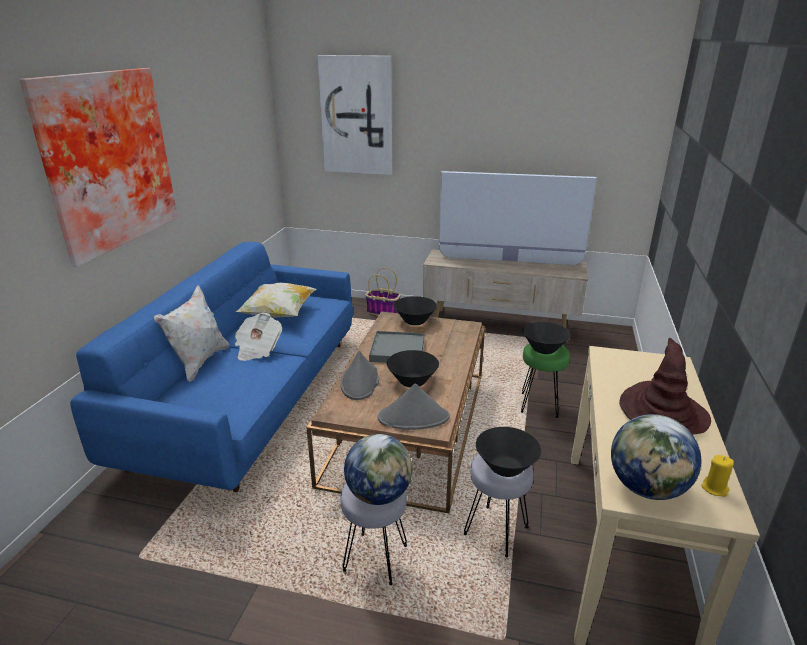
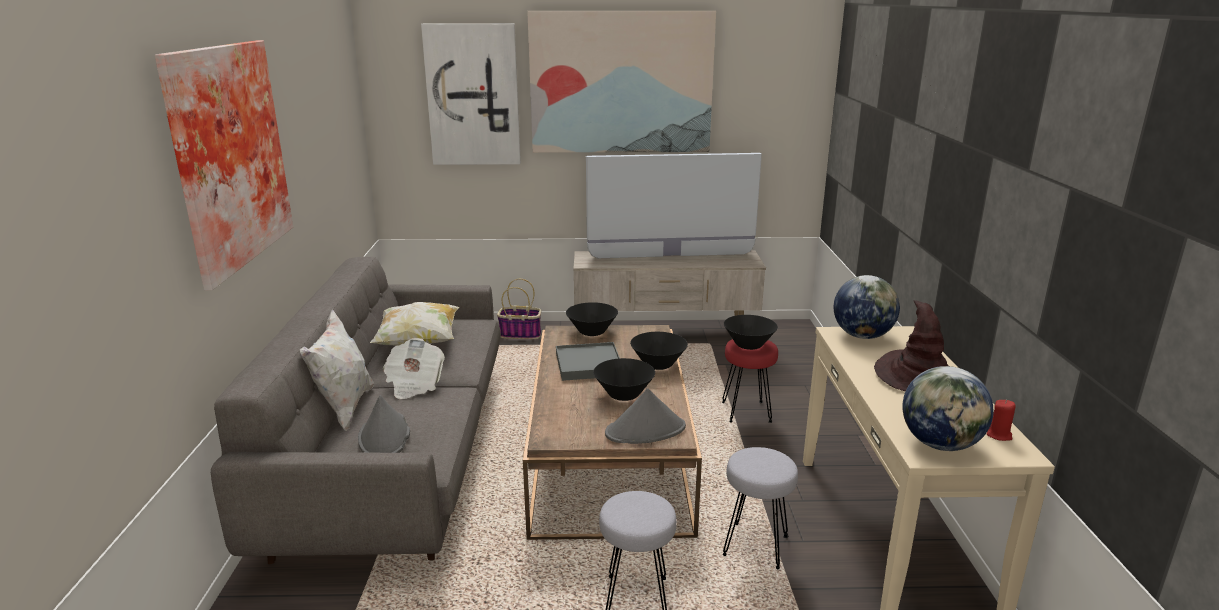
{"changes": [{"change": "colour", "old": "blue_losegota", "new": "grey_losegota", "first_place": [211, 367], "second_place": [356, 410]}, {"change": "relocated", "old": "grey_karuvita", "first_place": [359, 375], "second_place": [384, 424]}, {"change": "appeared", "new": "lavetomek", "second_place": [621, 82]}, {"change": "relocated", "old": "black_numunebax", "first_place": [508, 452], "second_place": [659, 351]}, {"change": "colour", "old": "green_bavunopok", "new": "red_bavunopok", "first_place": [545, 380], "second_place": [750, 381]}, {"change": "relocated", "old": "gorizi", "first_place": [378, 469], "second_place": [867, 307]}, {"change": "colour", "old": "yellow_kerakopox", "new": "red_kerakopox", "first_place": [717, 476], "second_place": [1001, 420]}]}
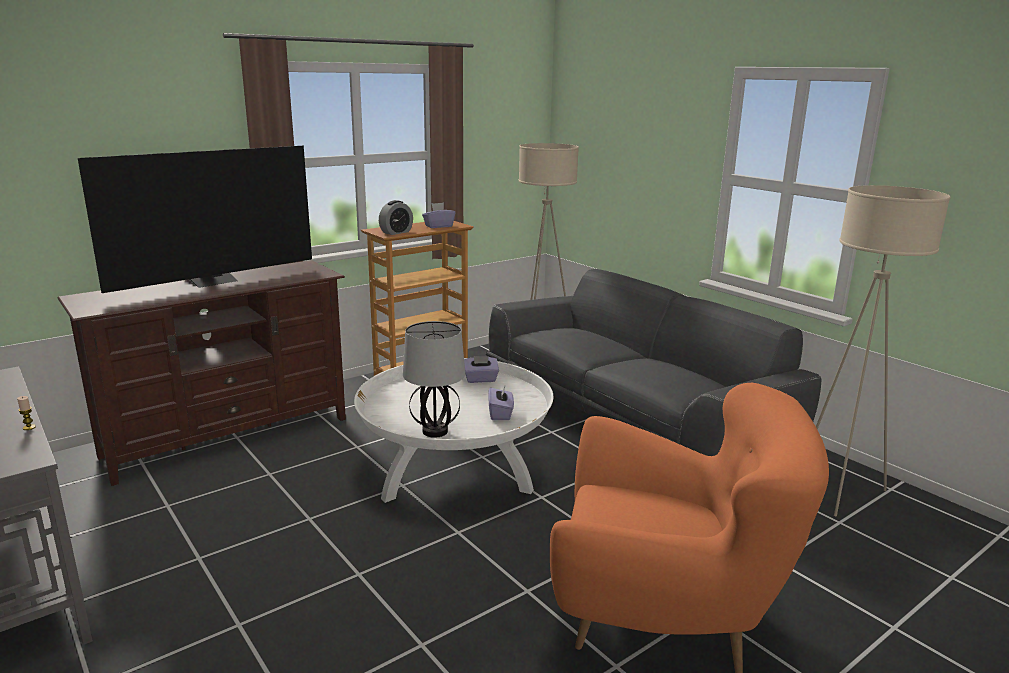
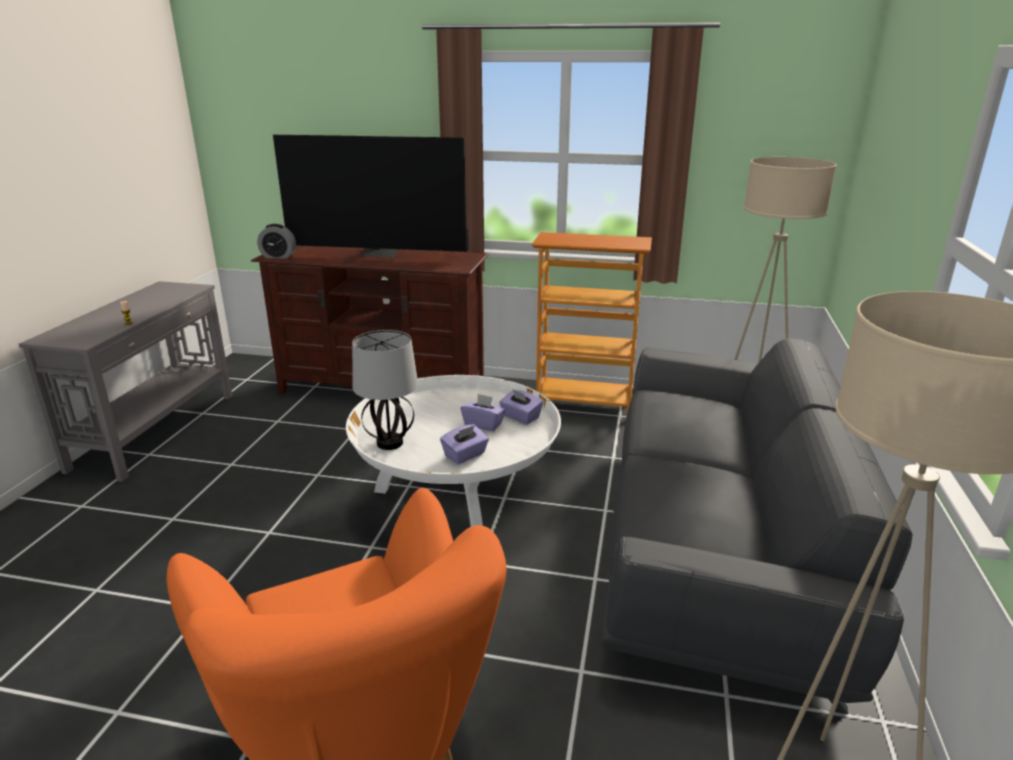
{"changes": [{"change": "relocated", "old": "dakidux", "first_place": [396, 217], "second_place": [276, 241]}, {"change": "relocated", "old": "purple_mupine", "first_place": [439, 215], "second_place": [483, 412]}]}
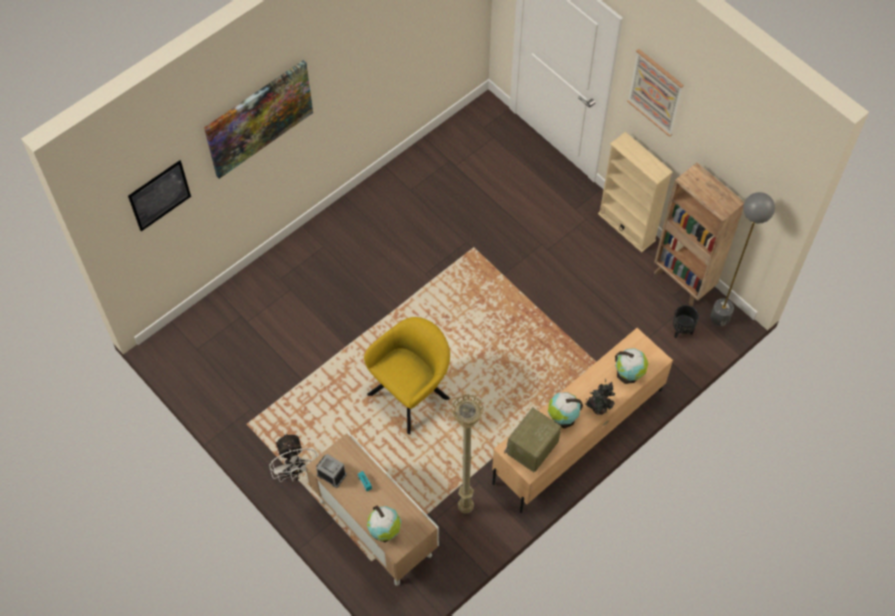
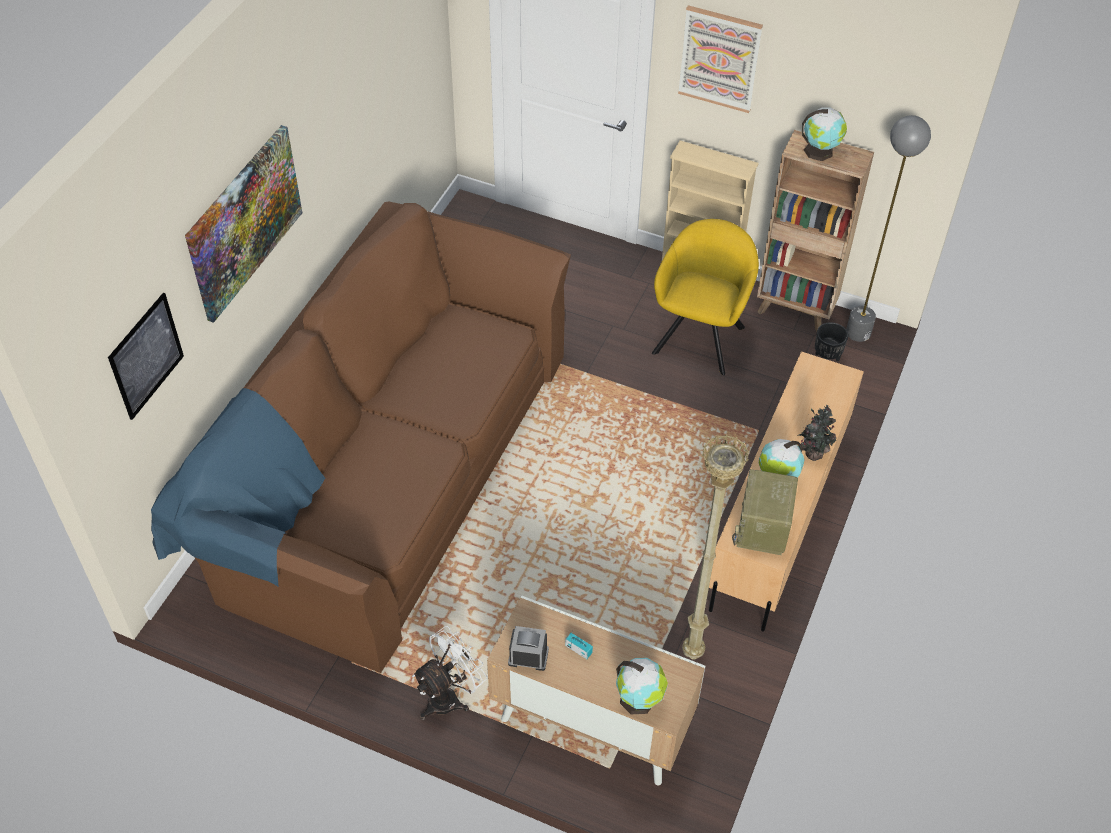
{"changes": [{"change": "appeared", "new": "brown_losegota", "second_place": [361, 437]}, {"change": "spun", "old": "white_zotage", "first_place": [293, 457], "second_place": [449, 673], "degrees": -90}, {"change": "relocated", "old": "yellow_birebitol", "first_place": [407, 375], "second_place": [705, 297]}, {"change": "relocated", "old": "gorizi", "first_place": [631, 366], "second_place": [824, 134]}]}
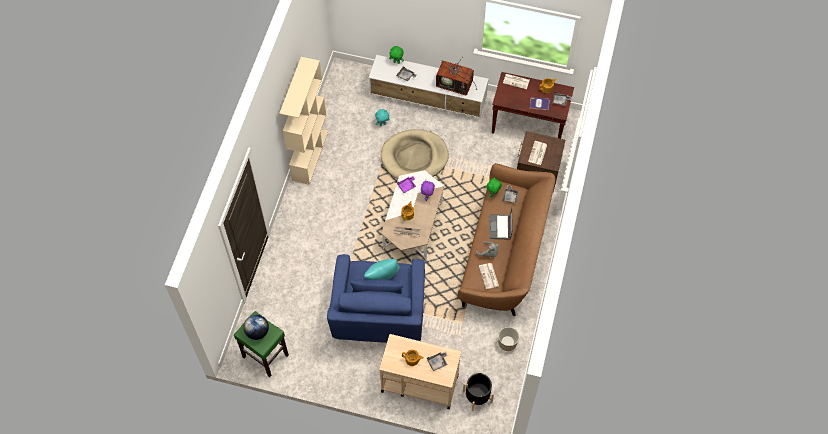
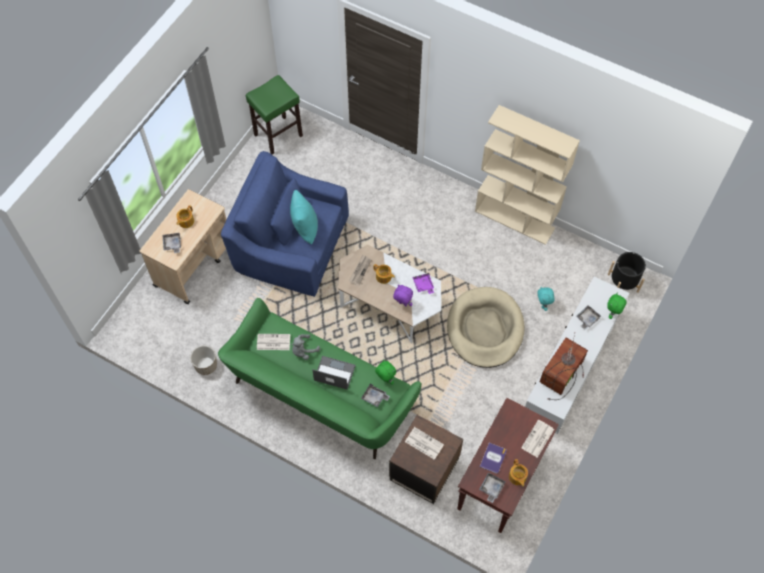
{"changes": [{"change": "colour", "old": "brown_losegota", "new": "green_losegota", "first_place": [506, 239], "second_place": [320, 378]}, {"change": "relocated", "old": "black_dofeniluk", "first_place": [478, 392], "second_place": [627, 272]}, {"change": "missing", "old": "gorizi", "first_place": [256, 327]}]}
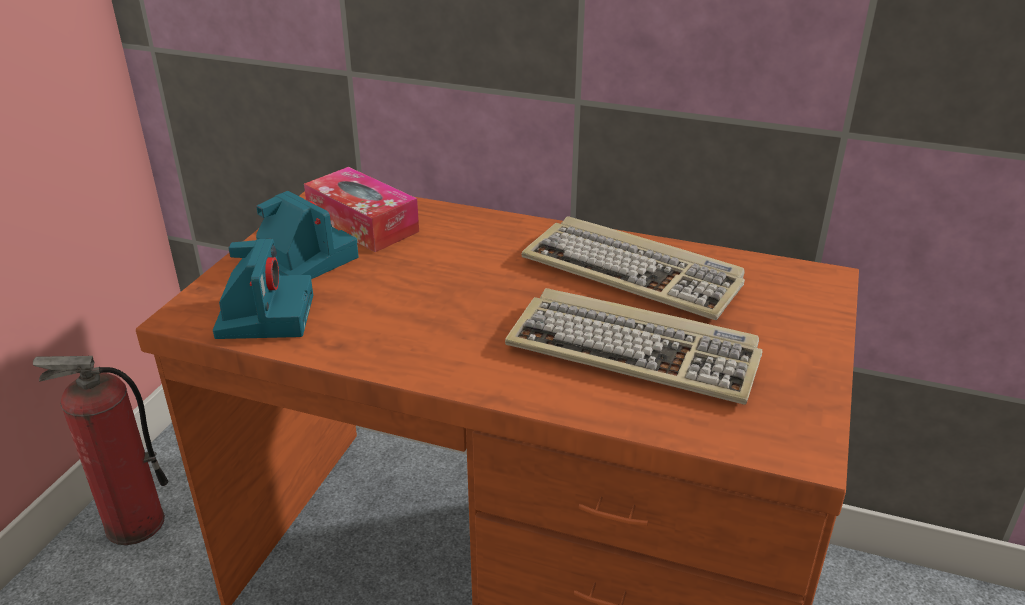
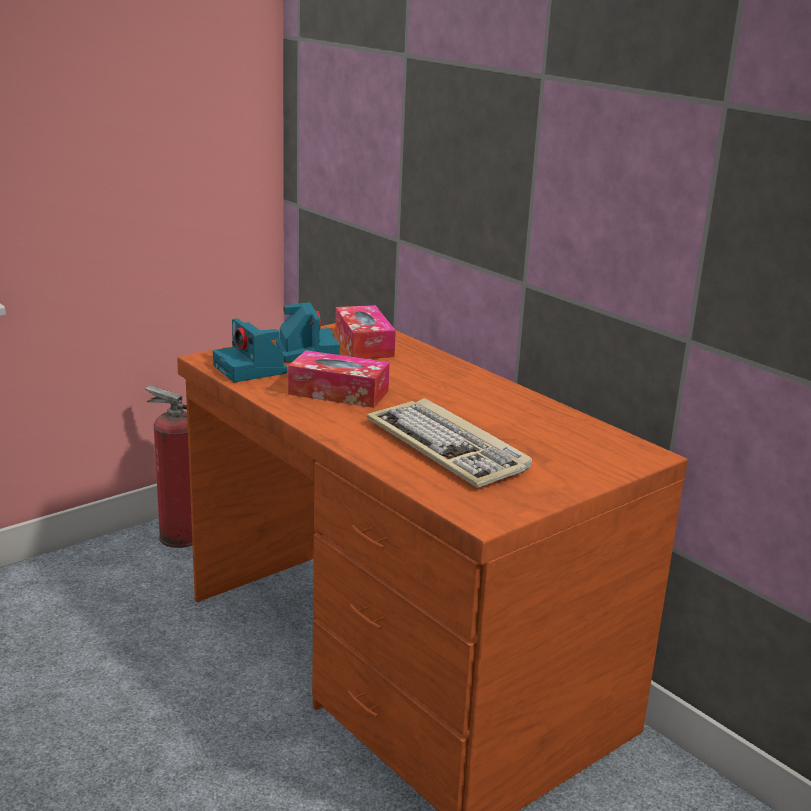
{"changes": [{"change": "spun", "old": "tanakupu", "first_place": [263, 289], "second_place": [250, 350], "degrees": 120}, {"change": "appeared", "new": "mupine", "second_place": [339, 379]}, {"change": "missing", "old": "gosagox", "first_place": [633, 268]}]}
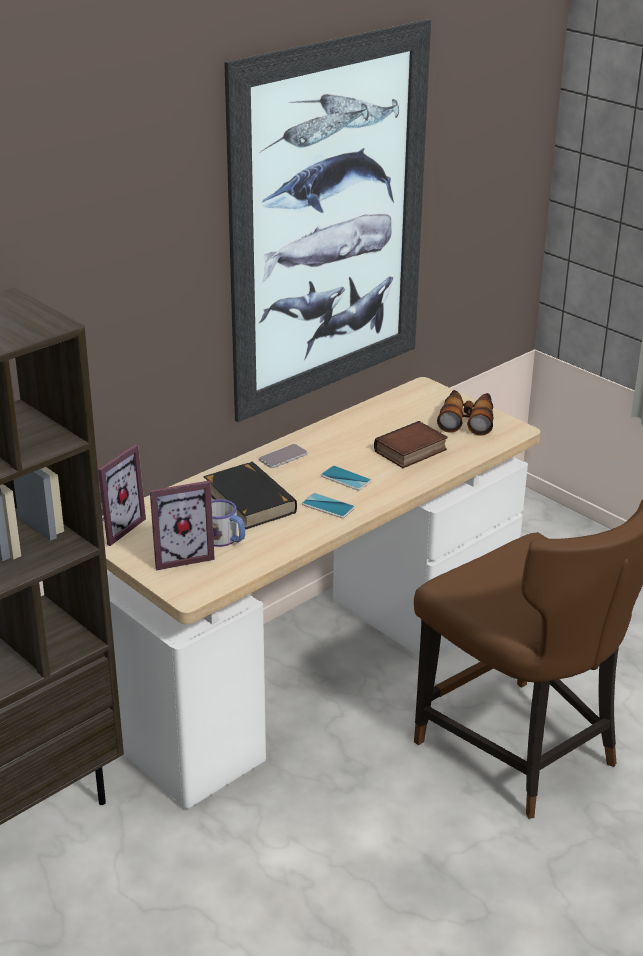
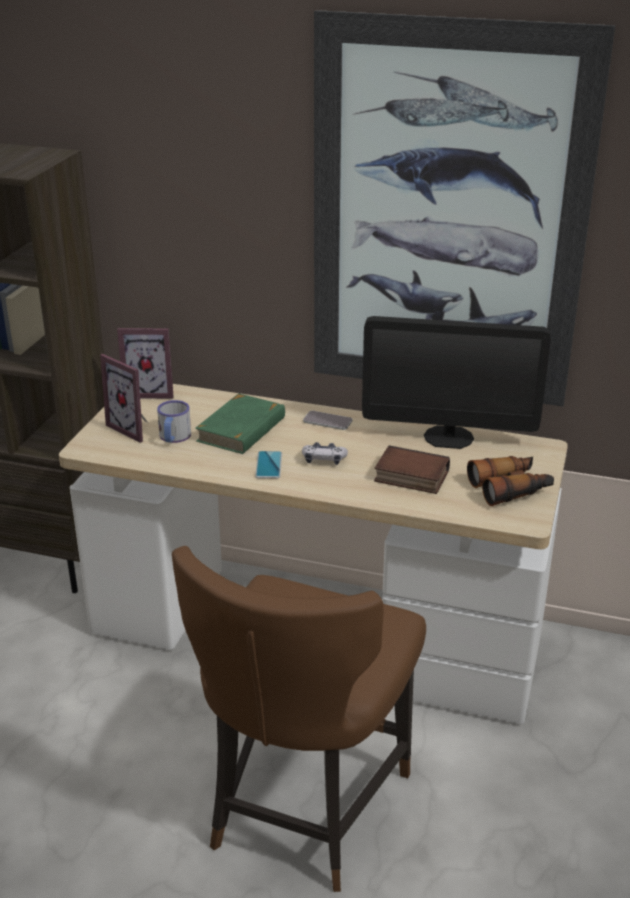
{"changes": [{"change": "colour", "old": "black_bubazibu", "new": "green_bubazibu", "first_place": [250, 496], "second_place": [240, 423]}, {"change": "exchanged", "old": "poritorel", "new": "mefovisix", "first_place": [346, 478], "second_place": [325, 453]}, {"change": "appeared", "new": "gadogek", "second_place": [456, 382]}]}
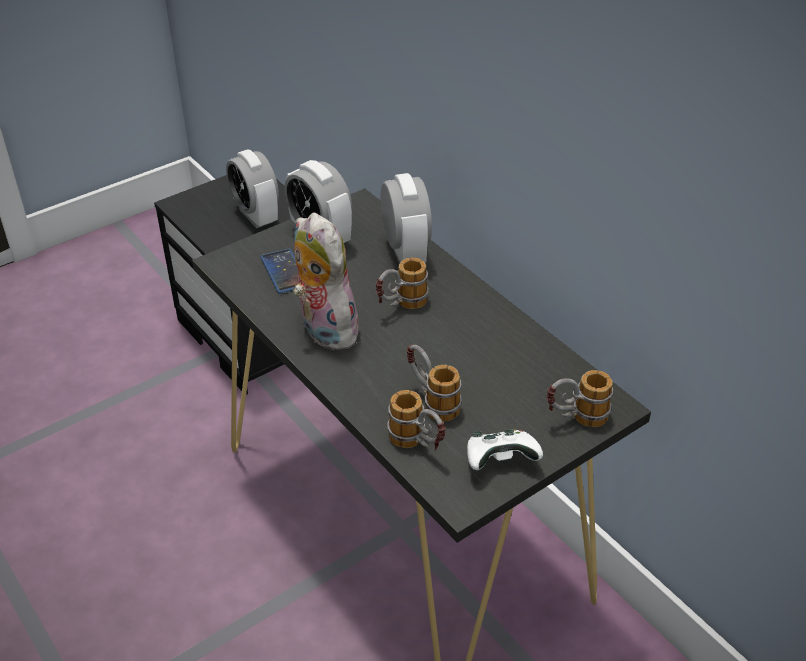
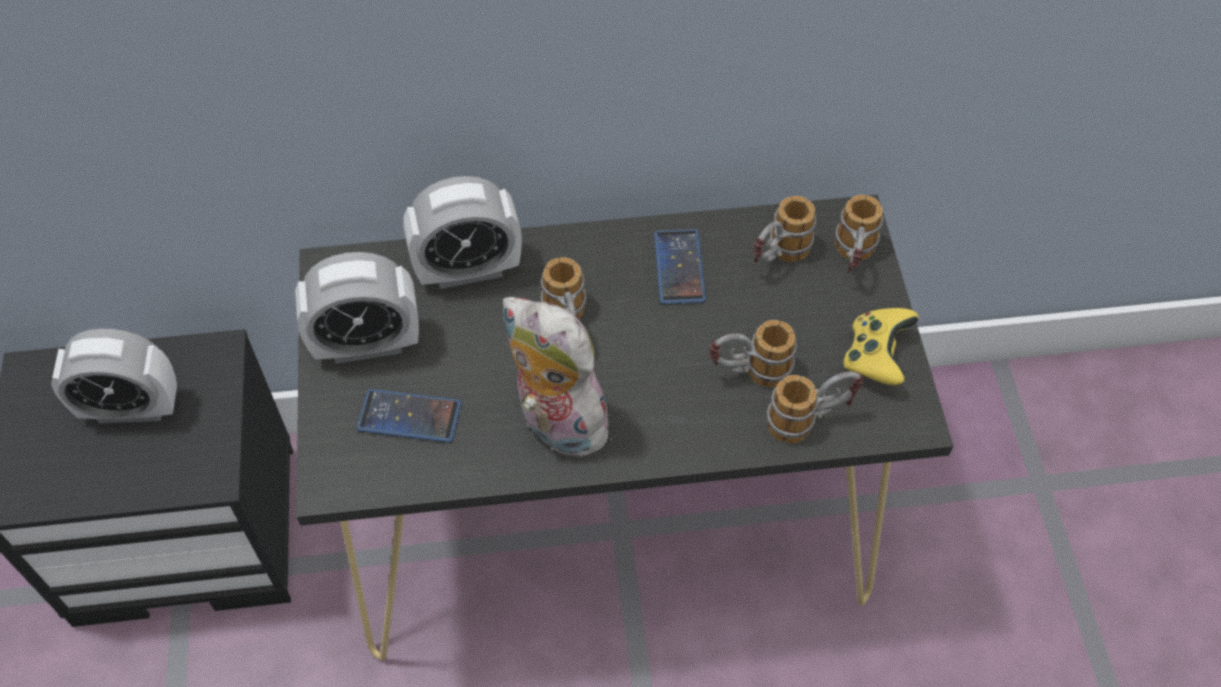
{"changes": [{"change": "spun", "old": "dakidux", "first_place": [406, 218], "second_place": [462, 232], "degrees": 150}, {"change": "spun", "old": "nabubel", "first_place": [327, 281], "second_place": [559, 377], "degrees": 45}, {"change": "appeared", "new": "poritorel", "second_place": [680, 266]}, {"change": "appeared", "new": "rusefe", "second_place": [785, 229]}, {"change": "colour", "old": "white_mefovisix", "new": "yellow_mefovisix", "first_place": [505, 449], "second_place": [881, 346]}]}
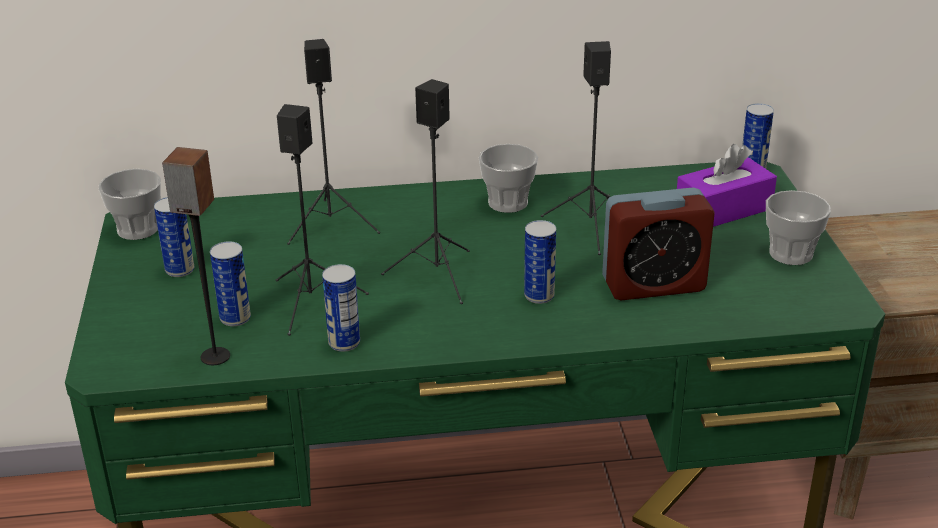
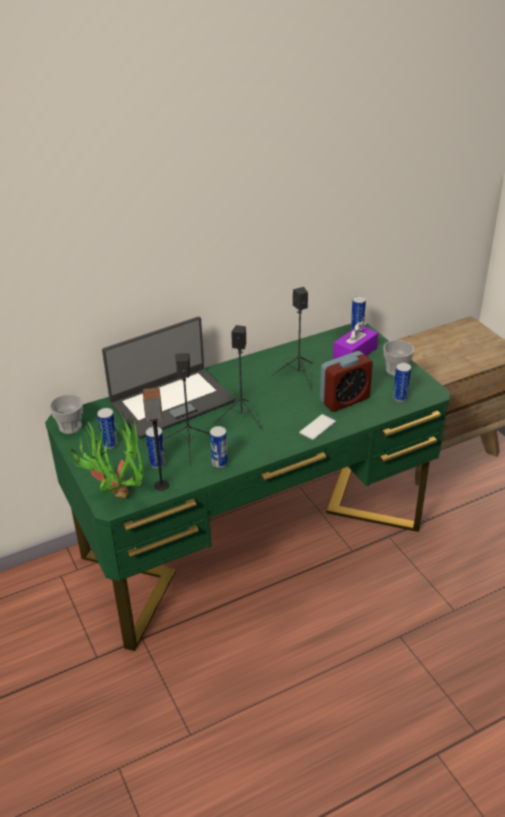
{"changes": [{"change": "appeared", "new": "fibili", "second_place": [104, 455]}, {"change": "exchanged", "old": "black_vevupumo", "new": "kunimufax", "first_place": [333, 142], "second_place": [168, 377]}, {"change": "appeared", "new": "poritorel", "second_place": [317, 427]}, {"change": "relocated", "old": "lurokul", "first_place": [540, 262], "second_place": [402, 382]}, {"change": "missing", "old": "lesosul", "first_place": [508, 178]}]}
